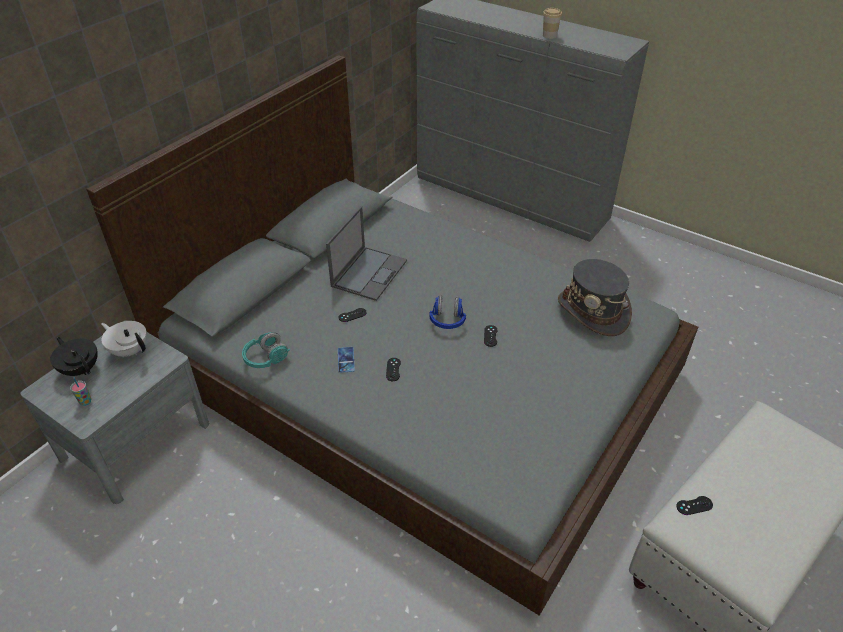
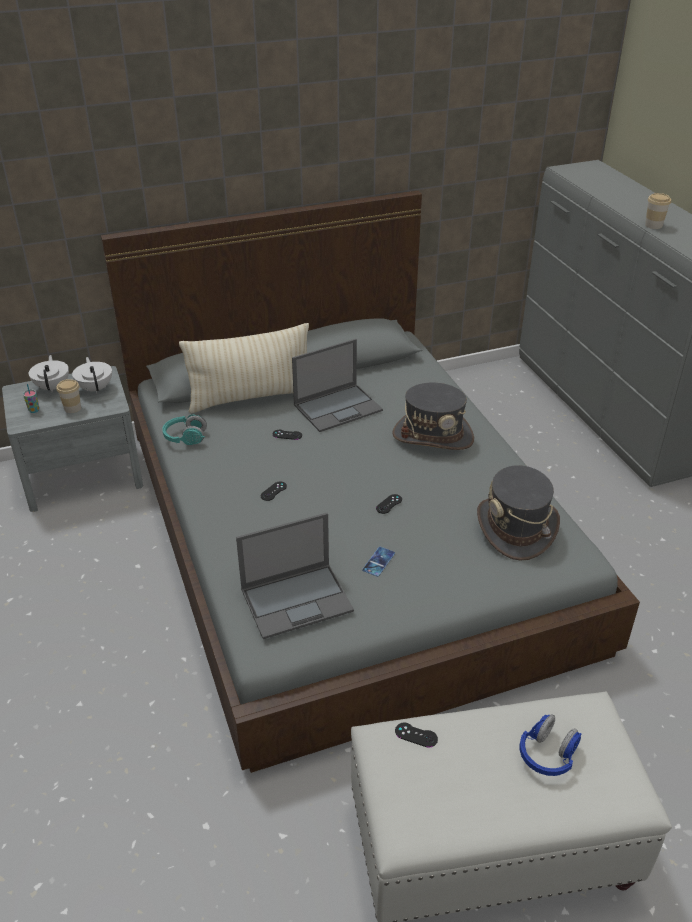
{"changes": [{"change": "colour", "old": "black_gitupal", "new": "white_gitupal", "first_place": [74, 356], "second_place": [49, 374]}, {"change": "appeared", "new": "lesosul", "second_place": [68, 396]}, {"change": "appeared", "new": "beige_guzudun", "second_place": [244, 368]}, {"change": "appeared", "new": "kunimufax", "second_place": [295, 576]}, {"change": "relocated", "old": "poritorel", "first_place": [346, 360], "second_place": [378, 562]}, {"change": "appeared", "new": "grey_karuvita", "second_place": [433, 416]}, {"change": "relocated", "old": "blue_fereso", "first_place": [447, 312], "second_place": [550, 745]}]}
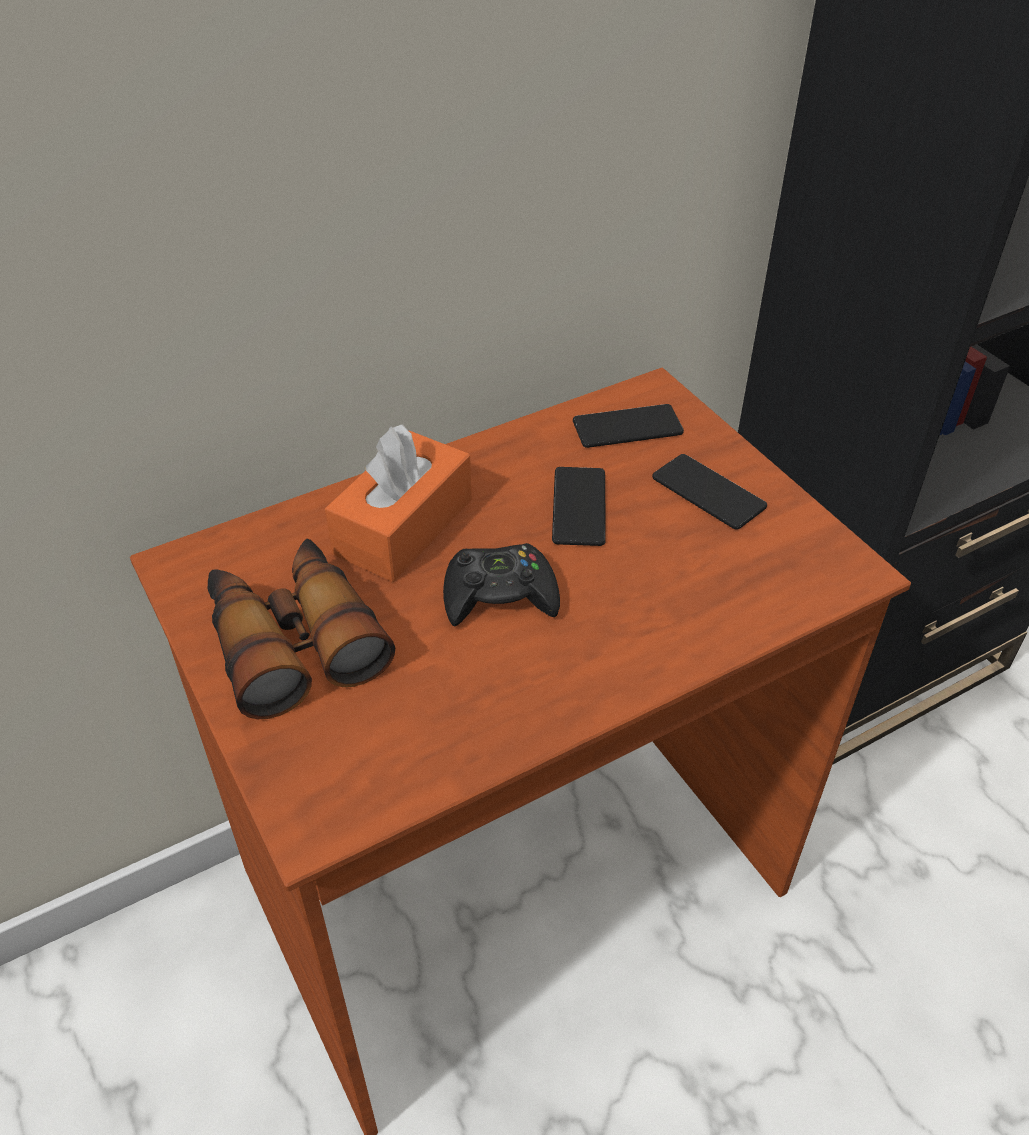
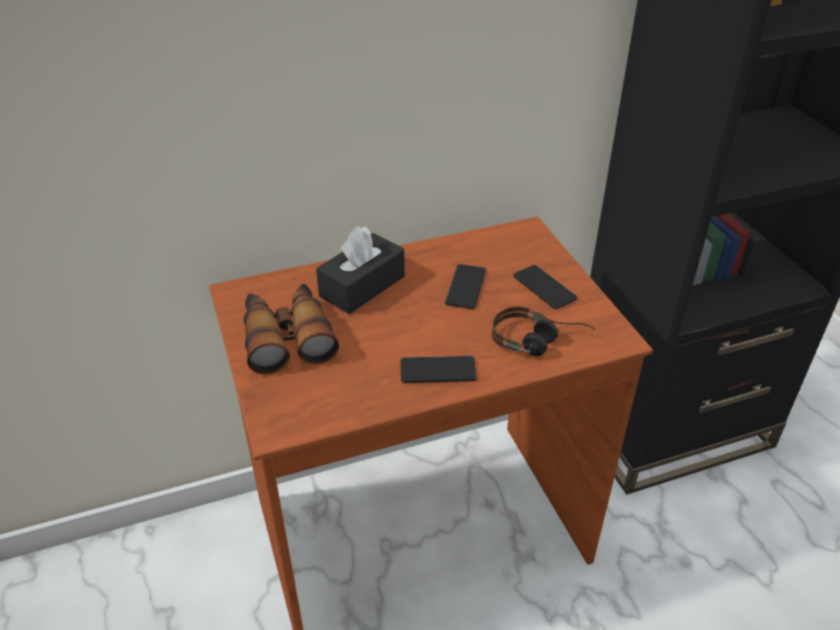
{"changes": [{"change": "colour", "old": "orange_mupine", "new": "black_mupine", "first_place": [398, 503], "second_place": [360, 270]}, {"change": "relocated", "old": "poritorel", "first_place": [628, 426], "second_place": [439, 369]}, {"change": "appeared", "new": "fereso", "second_place": [543, 331]}, {"change": "missing", "old": "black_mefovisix", "first_place": [501, 584]}]}
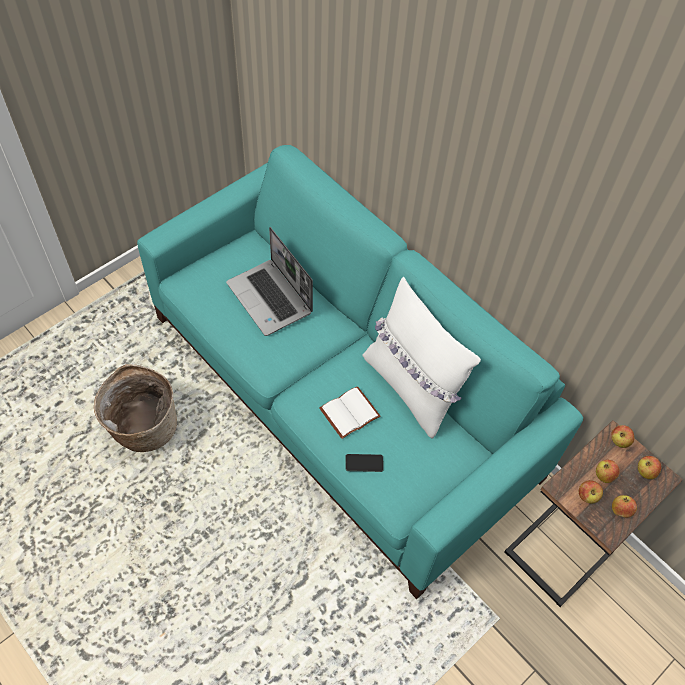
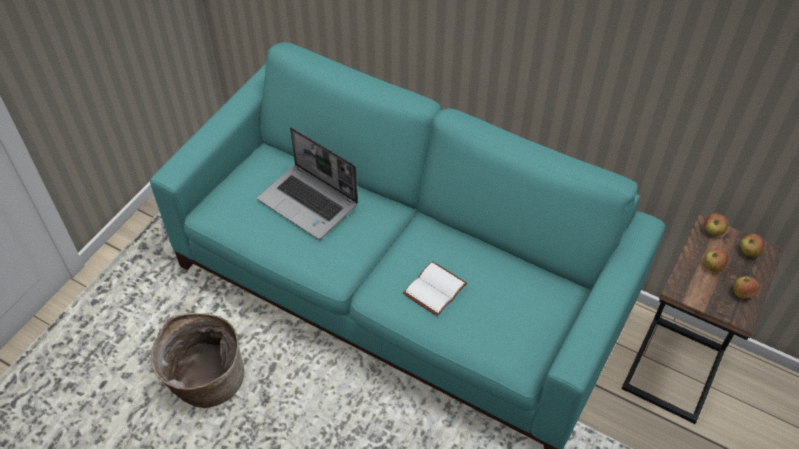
{"changes": [{"change": "missing", "old": "poritorel", "first_place": [364, 463]}, {"change": "missing", "old": "white_guzudun", "first_place": [421, 358]}, {"change": "missing", "old": "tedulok", "first_place": [591, 491]}]}
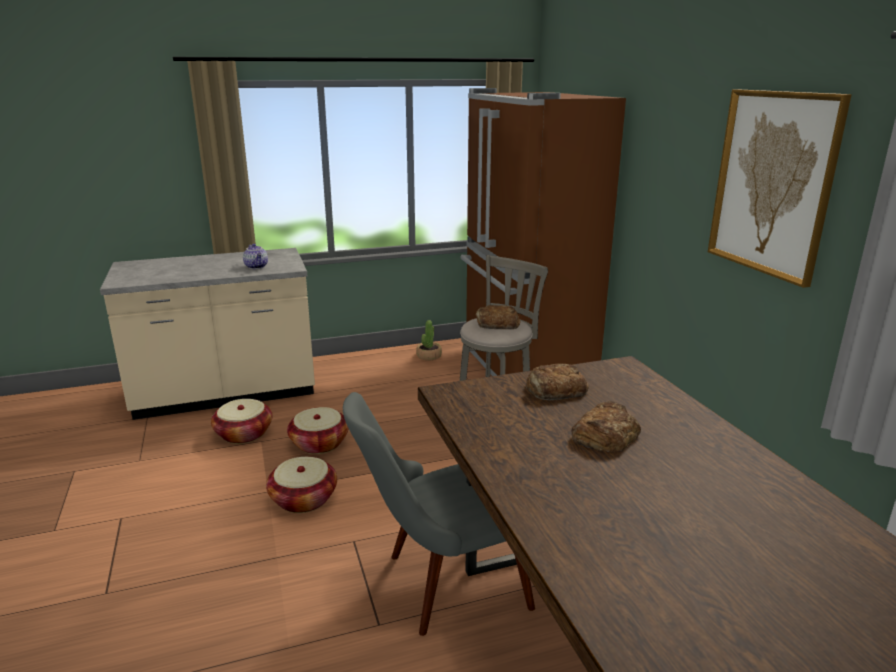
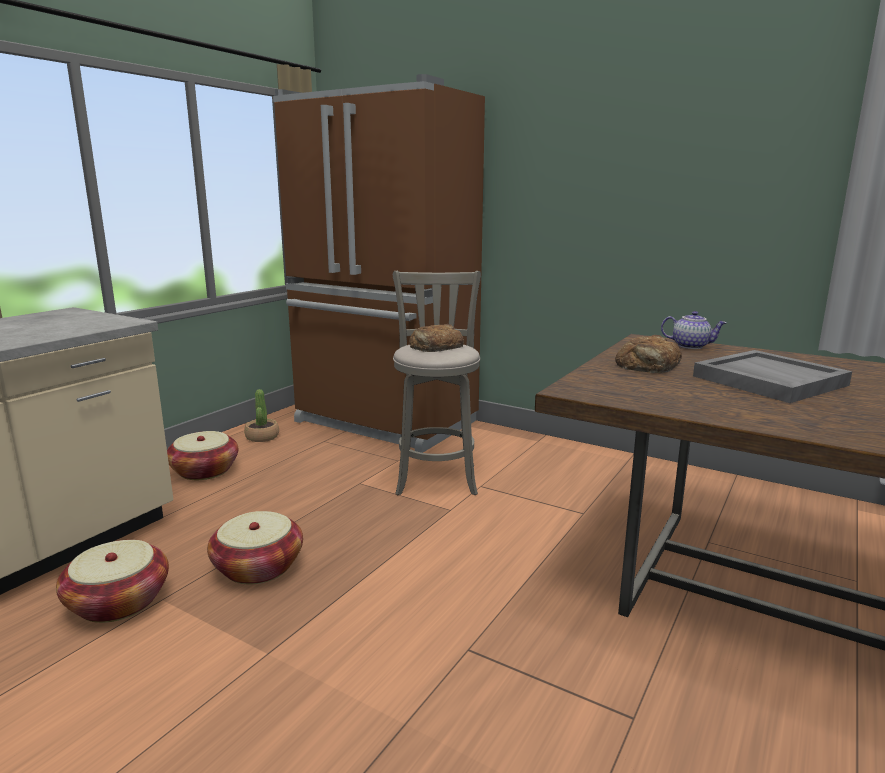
{"changes": [{"change": "relocated", "old": "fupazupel", "first_place": [301, 485], "second_place": [202, 455]}, {"change": "relocated", "old": "gitupal", "first_place": [255, 256], "second_place": [693, 330]}, {"change": "exchanged", "old": "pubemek", "new": "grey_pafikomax", "first_place": [606, 426], "second_place": [772, 376]}, {"change": "missing", "old": "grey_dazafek", "first_place": [439, 514]}, {"change": "missing", "old": "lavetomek", "first_place": [780, 188]}]}
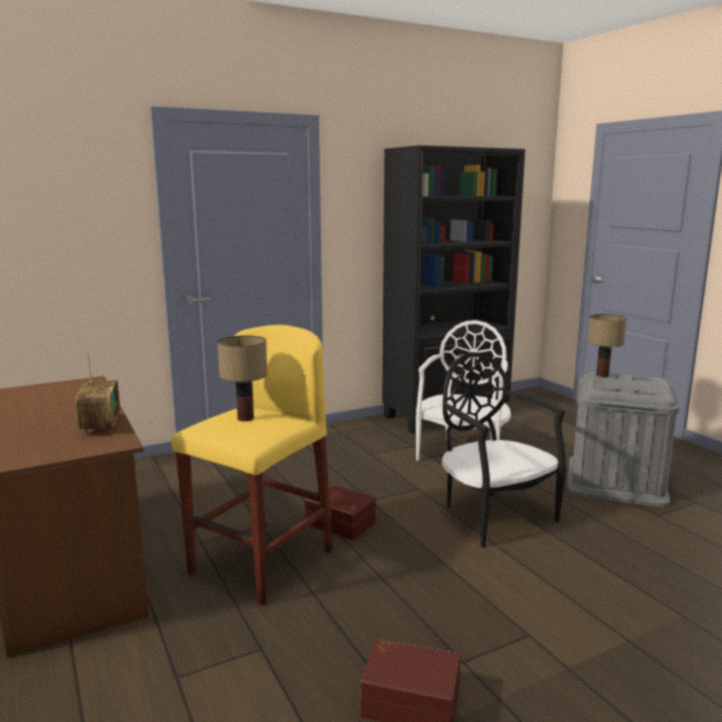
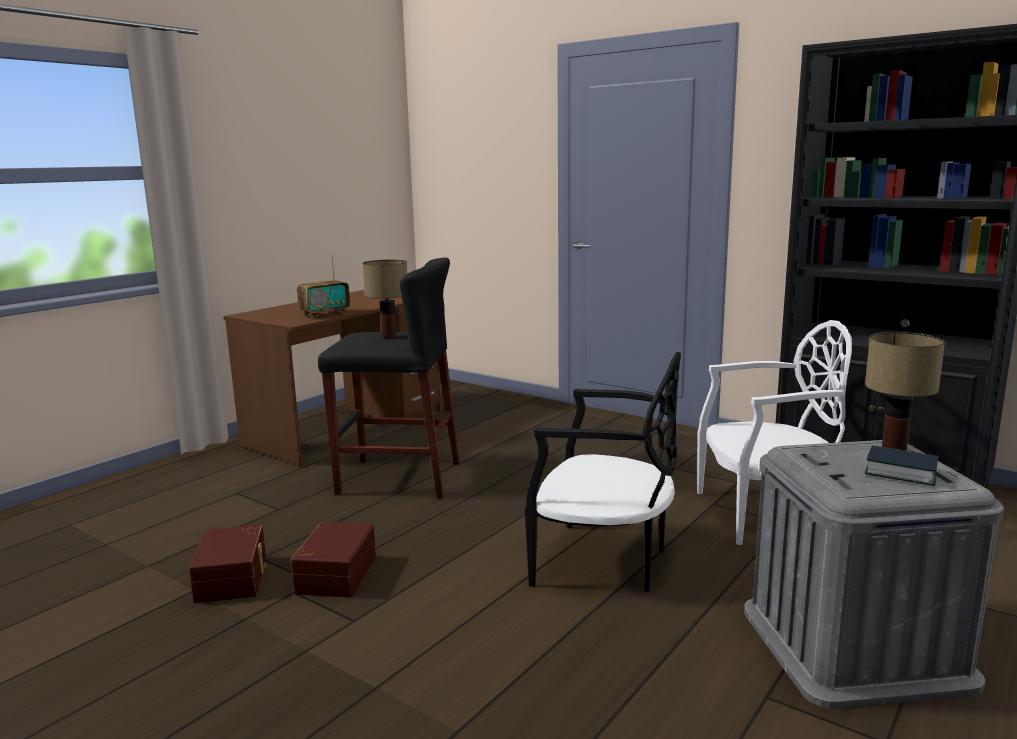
{"changes": [{"change": "relocated", "old": "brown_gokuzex", "first_place": [340, 512], "second_place": [333, 560]}, {"change": "colour", "old": "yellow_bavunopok", "new": "black_bavunopok", "first_place": [252, 465], "second_place": [389, 378]}, {"change": "spun", "old": "black_dazafek", "first_place": [504, 449], "second_place": [603, 472], "degrees": 75}, {"change": "appeared", "new": "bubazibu", "second_place": [901, 465]}]}
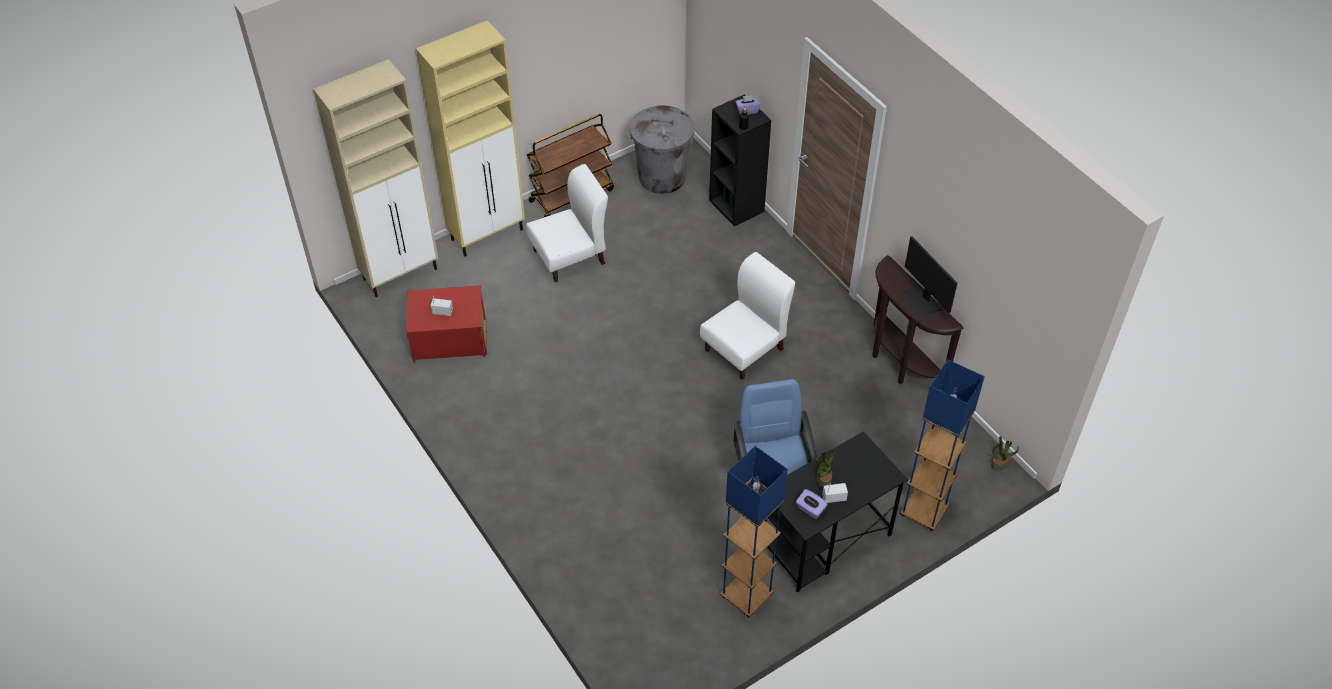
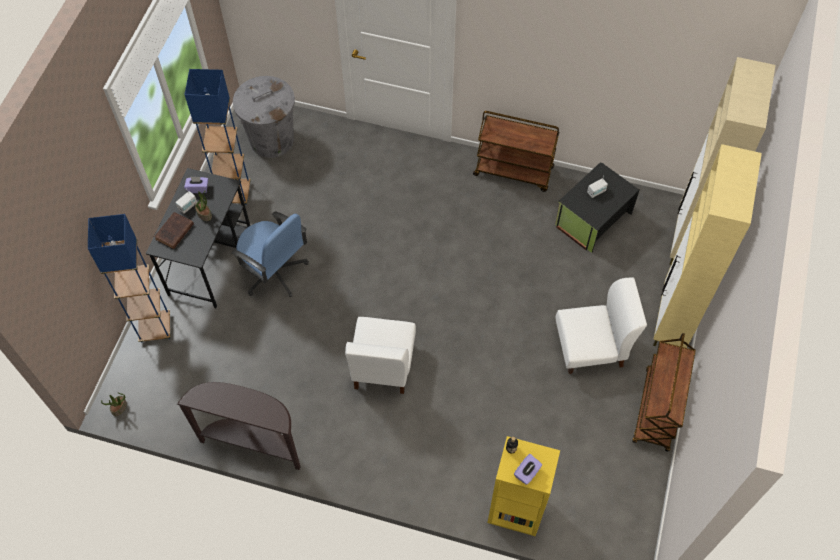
{"changes": [{"change": "appeared", "new": "brown_bubazibu", "second_place": [174, 230]}, {"change": "relocated", "old": "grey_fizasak", "first_place": [662, 149], "second_place": [264, 117]}, {"change": "appeared", "new": "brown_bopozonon", "second_place": [516, 151]}, {"change": "colour", "old": "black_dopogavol", "new": "yellow_dopogavol", "first_place": [740, 160], "second_place": [523, 486]}, {"change": "colour", "old": "red_gokuzex", "new": "black_gokuzex", "first_place": [446, 324], "second_place": [597, 207]}, {"change": "spun", "old": "white_dazafek", "first_place": [567, 223], "second_place": [601, 325], "degrees": -120}, {"change": "missing", "old": "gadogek", "first_place": [928, 277]}]}
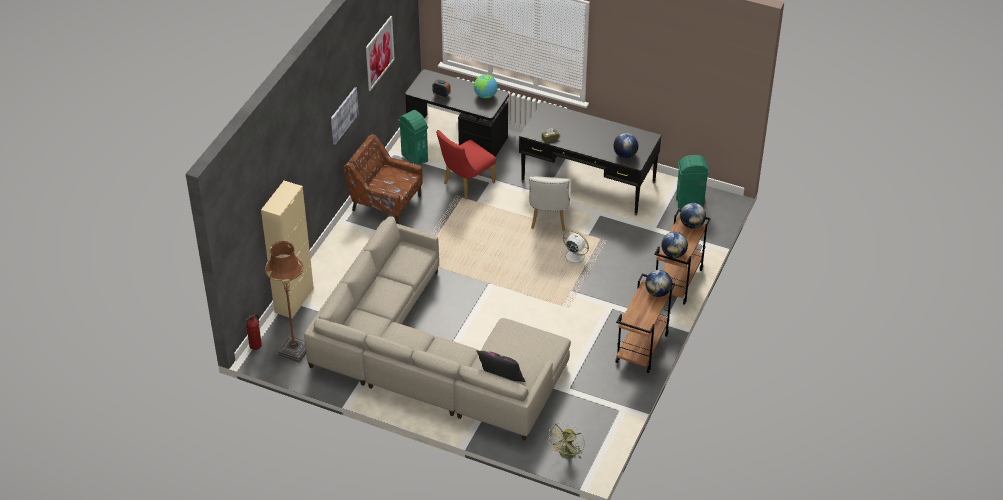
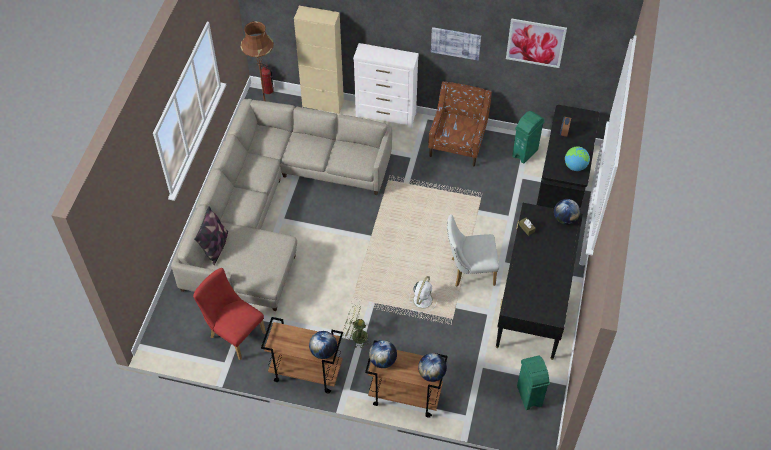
{"changes": [{"change": "relocated", "old": "red_dazafek", "first_place": [466, 164], "second_place": [229, 314]}, {"change": "relocated", "old": "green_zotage", "first_place": [566, 441], "second_place": [356, 327]}, {"change": "appeared", "new": "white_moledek", "second_place": [386, 85]}, {"change": "relocated", "old": "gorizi", "first_place": [626, 145], "second_place": [567, 212]}]}
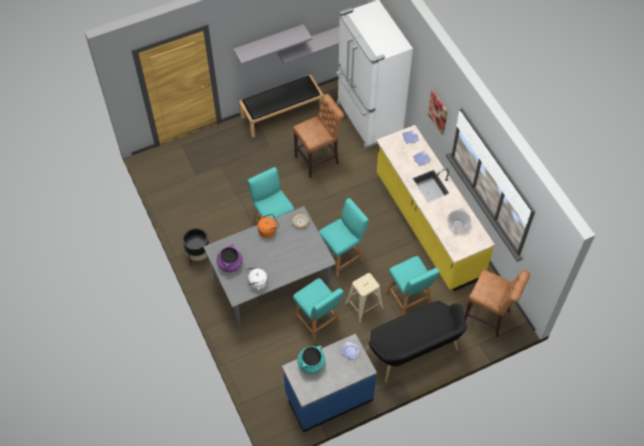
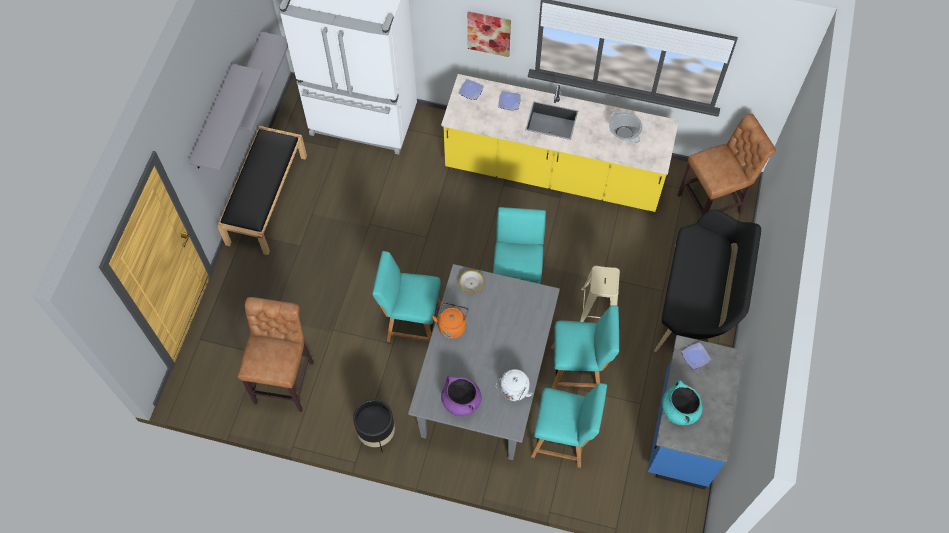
{"changes": [{"change": "relocated", "old": "brown_bavunopok", "first_place": [319, 136], "second_place": [276, 354]}, {"change": "relocated", "old": "turquoise_dazafek", "first_place": [413, 286], "second_place": [569, 425]}]}
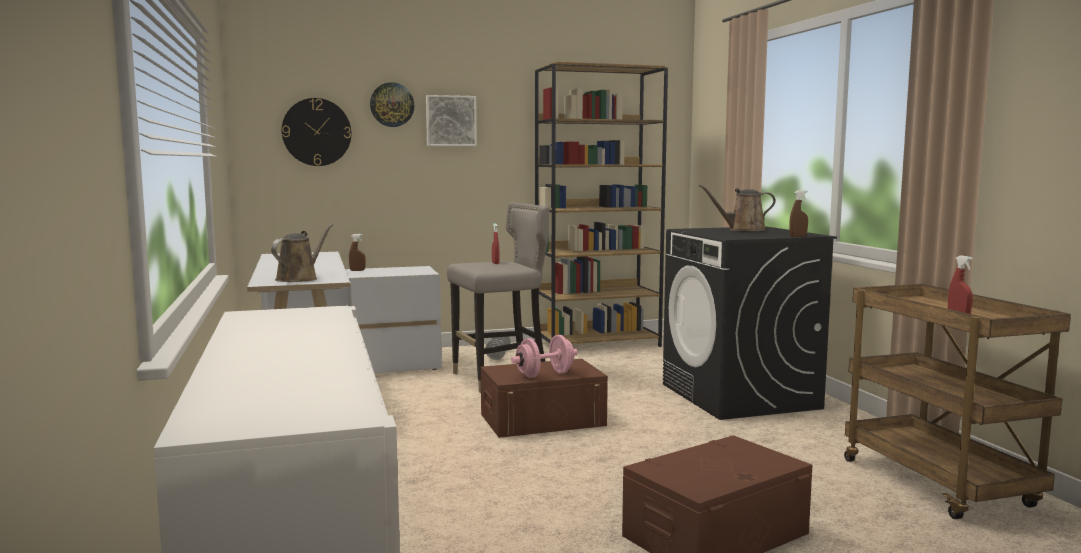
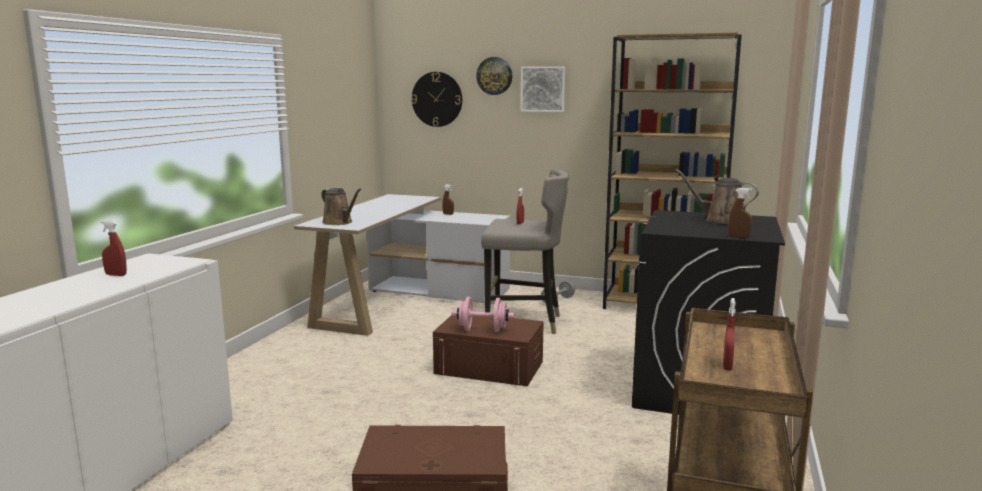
{"changes": [{"change": "appeared", "new": "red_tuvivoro", "second_place": [113, 248]}, {"change": "spun", "old": "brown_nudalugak", "first_place": [302, 253], "second_place": [341, 206], "degrees": 75}]}
